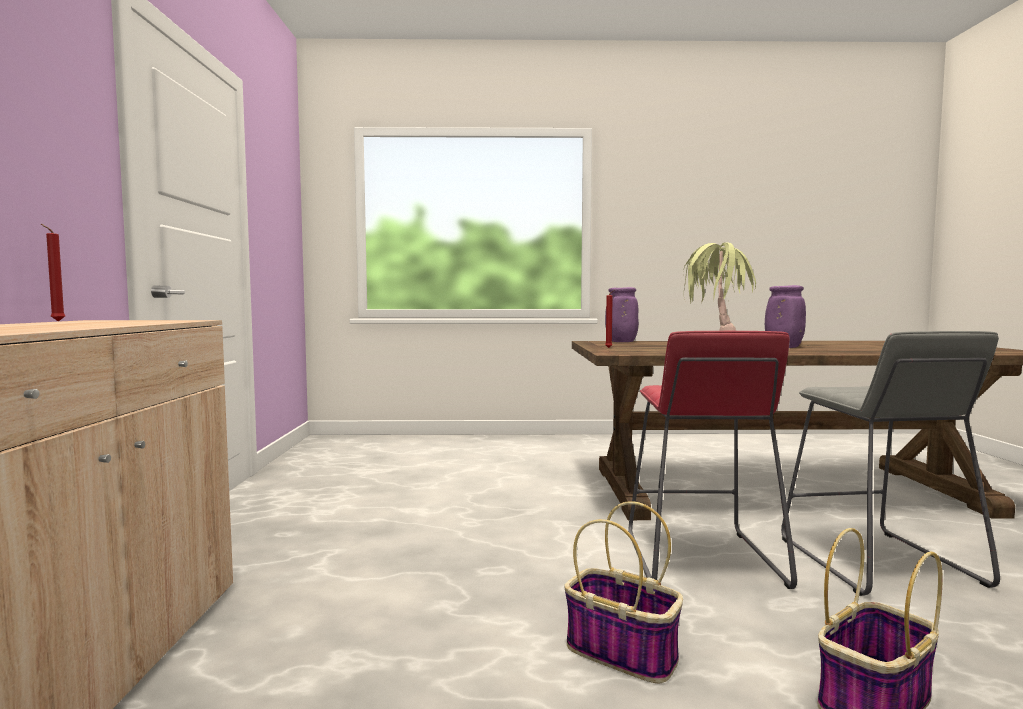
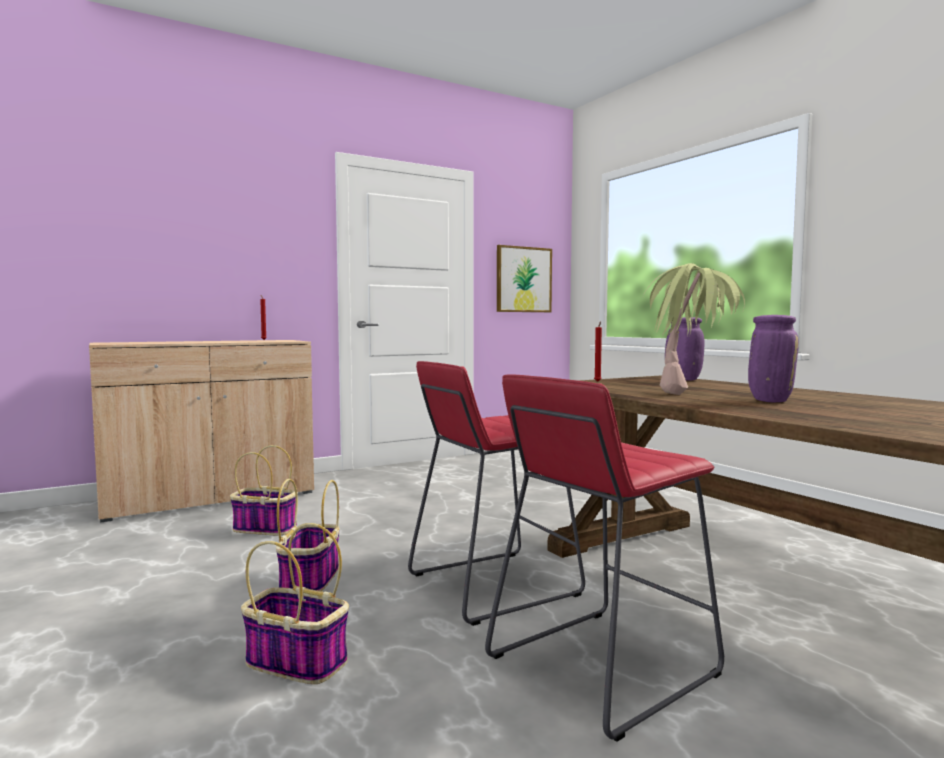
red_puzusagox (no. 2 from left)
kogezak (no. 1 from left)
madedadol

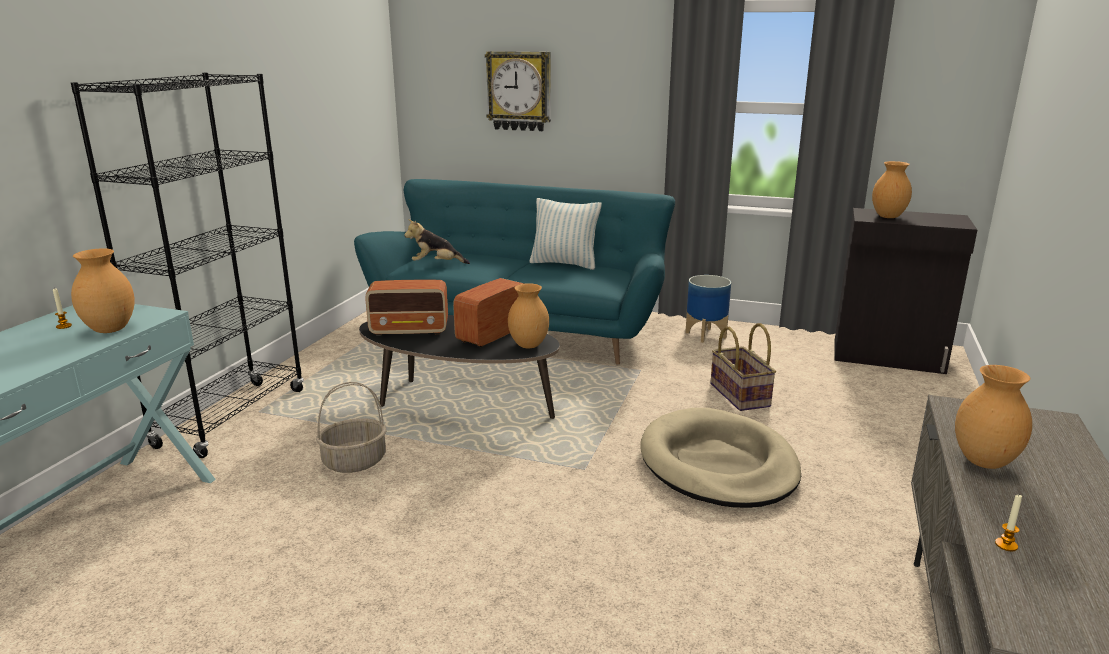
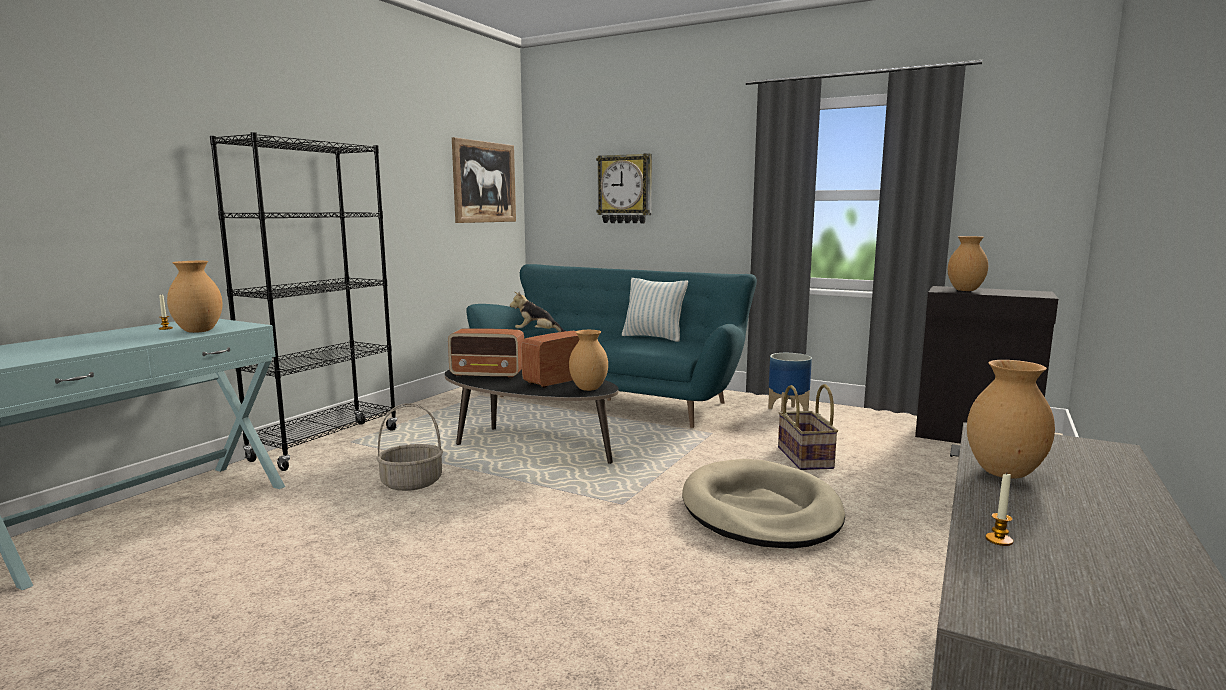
madedadol

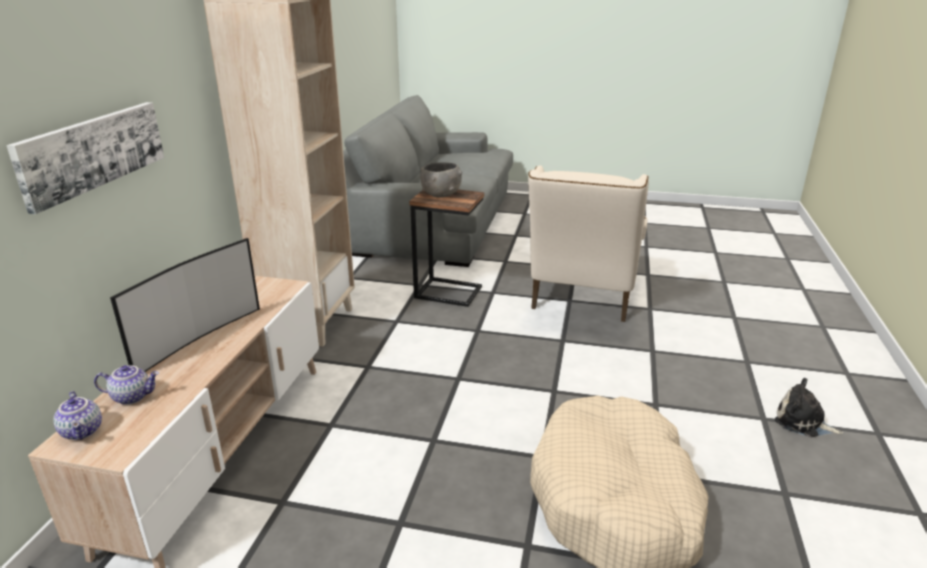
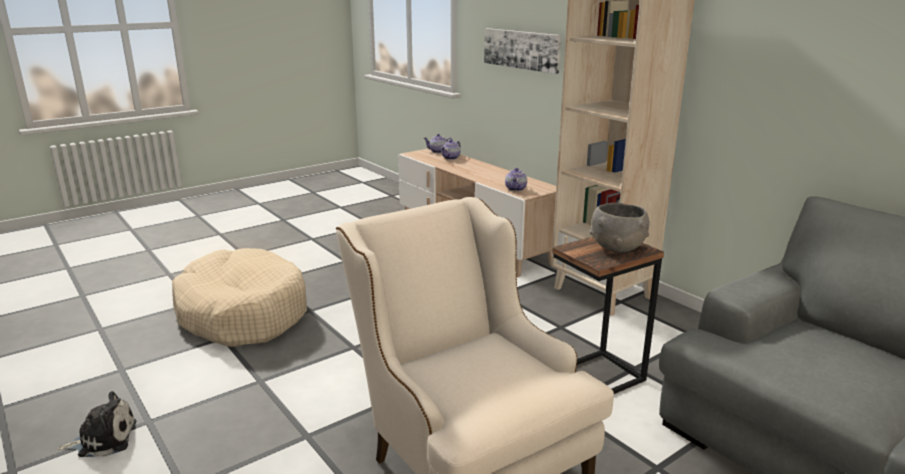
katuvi
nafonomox (no. 3 from left)

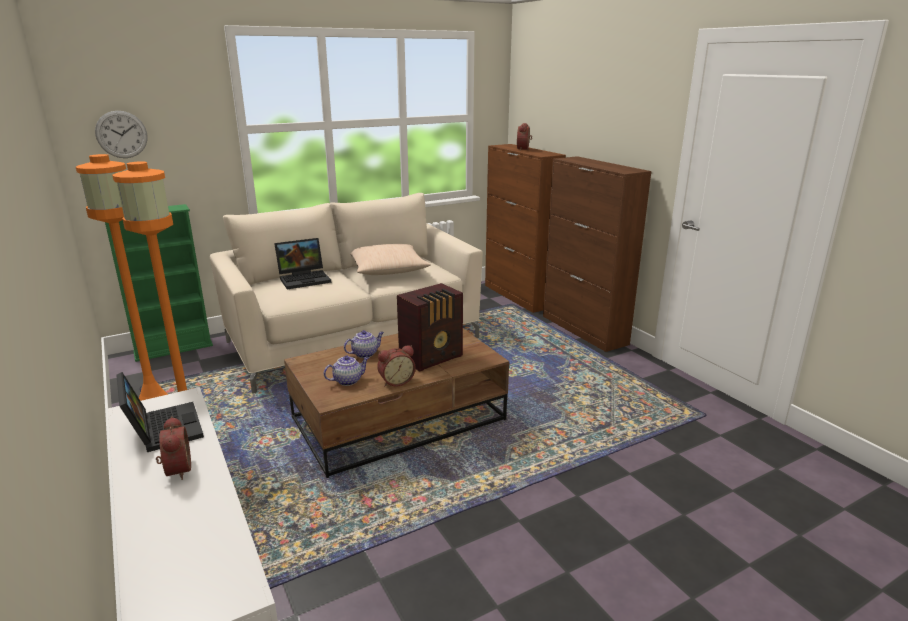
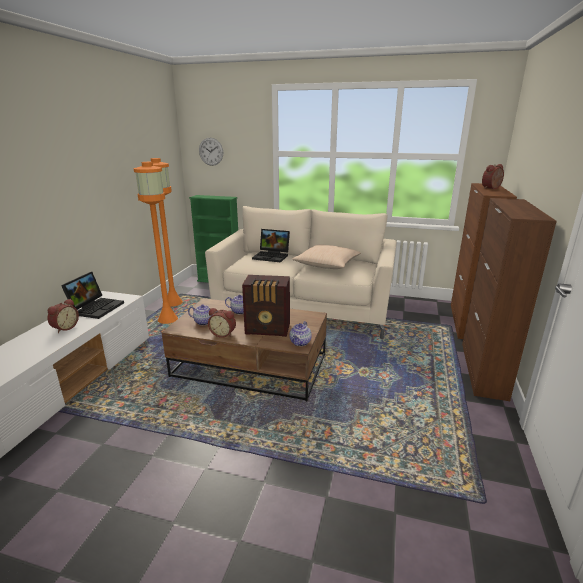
nafonomox (no. 3 from left)

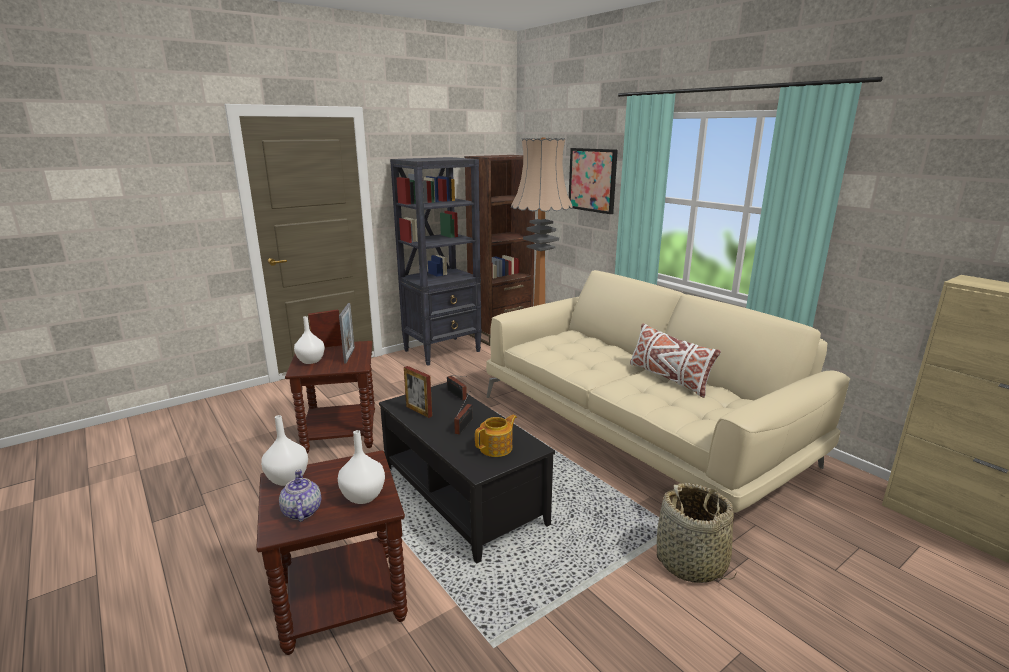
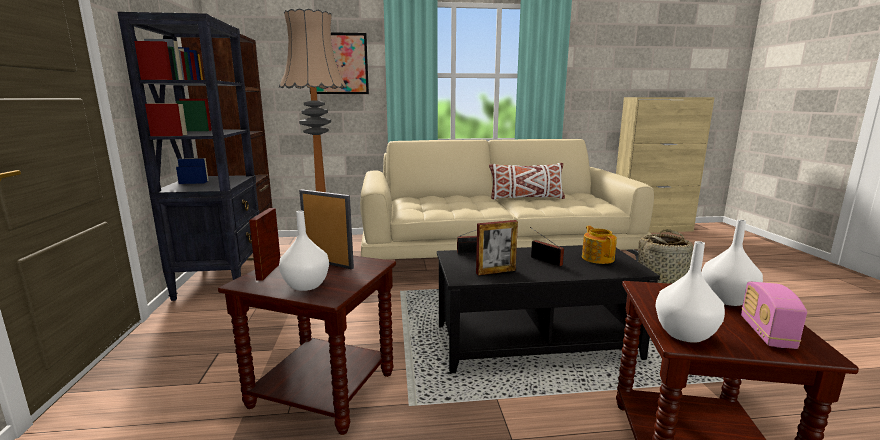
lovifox (no. 3 from left)

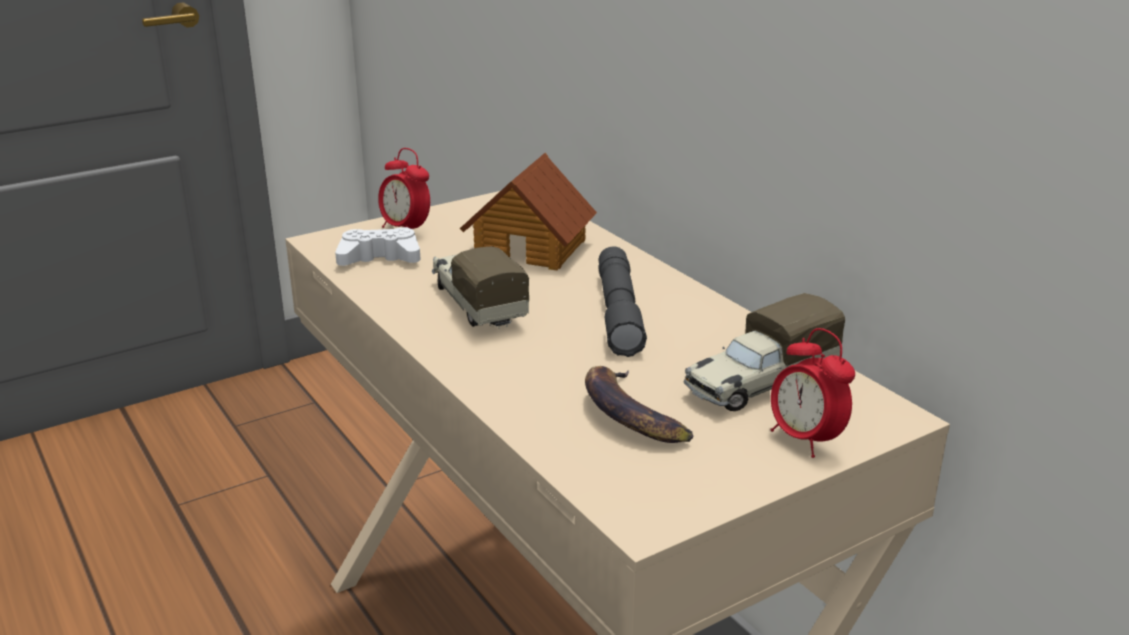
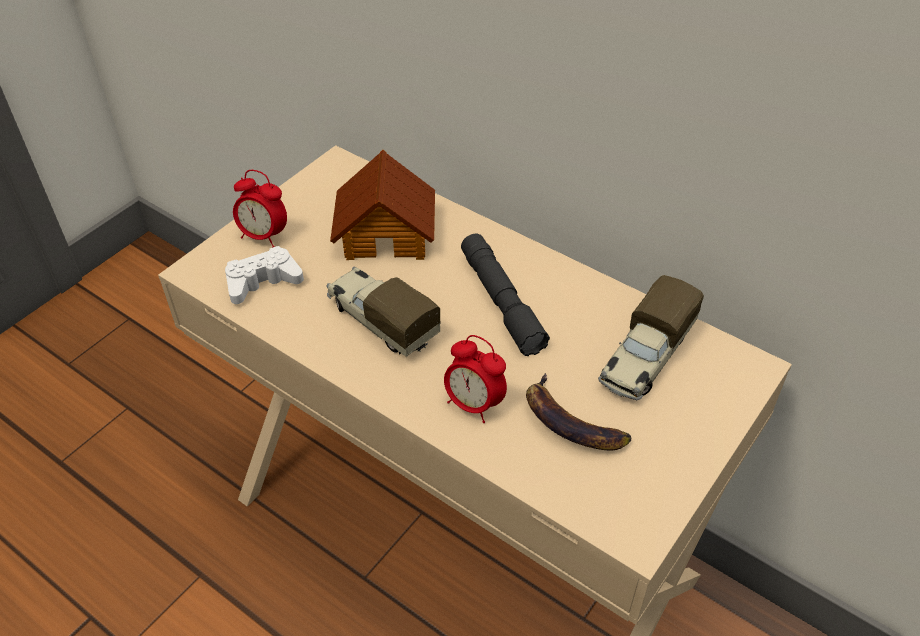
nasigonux (no. 2 from left)

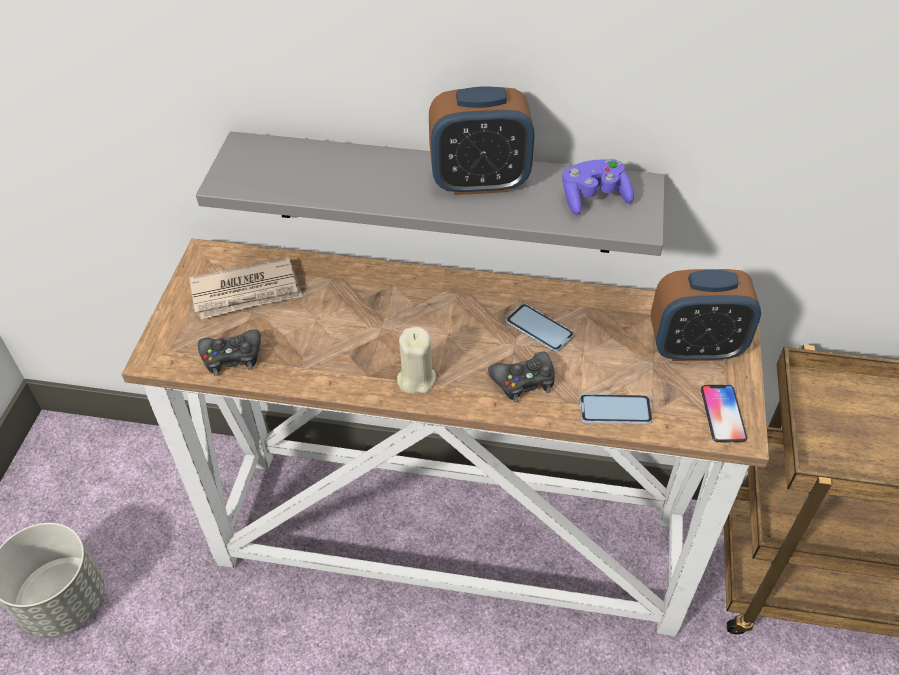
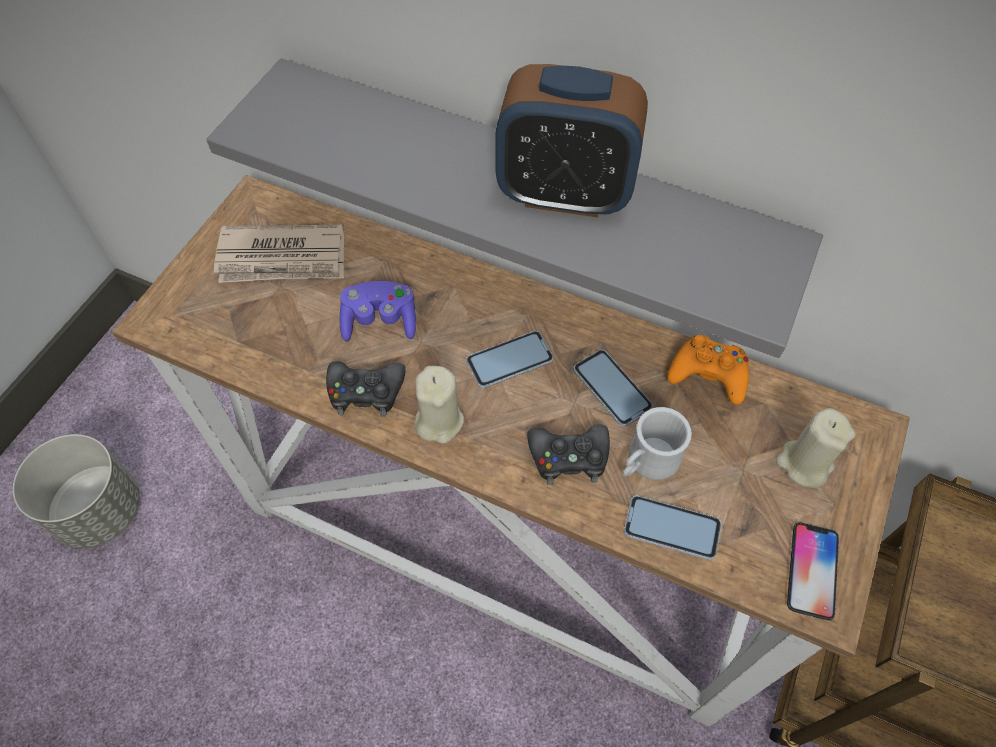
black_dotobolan (no. 1 from left)
purple_dotobolan
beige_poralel (no. 2 from left)
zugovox (no. 1 from left)
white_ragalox
orange_dotobolan

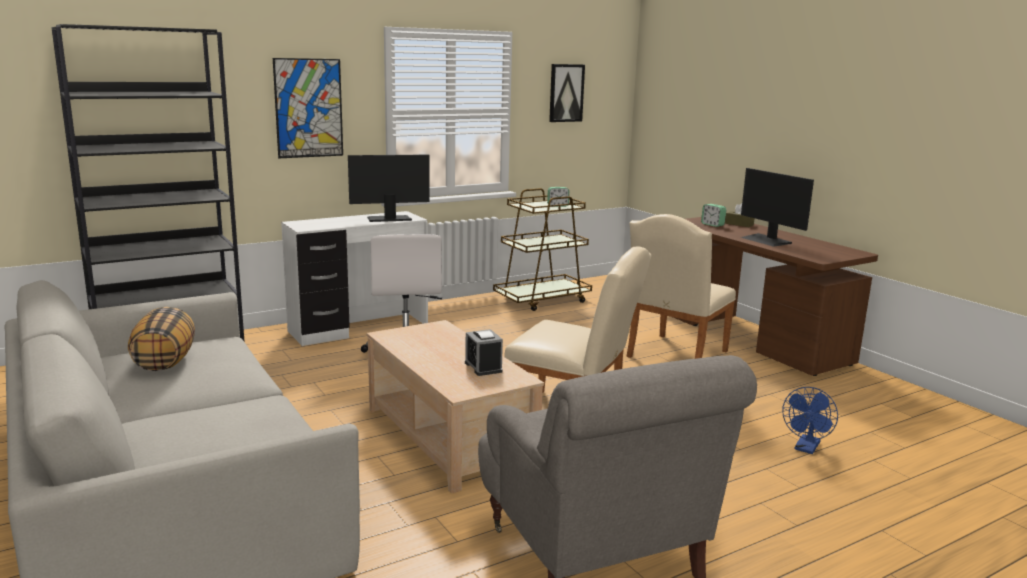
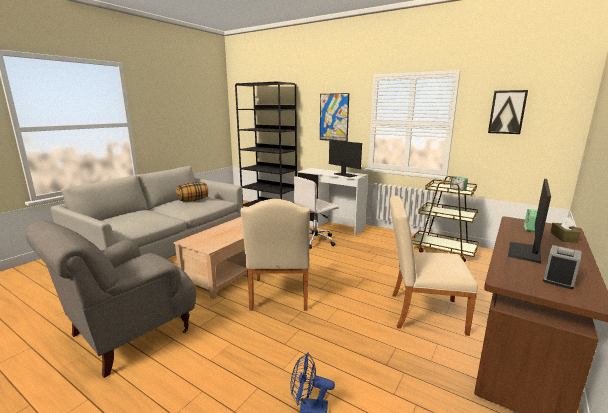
nasigonux (no. 3 from left)

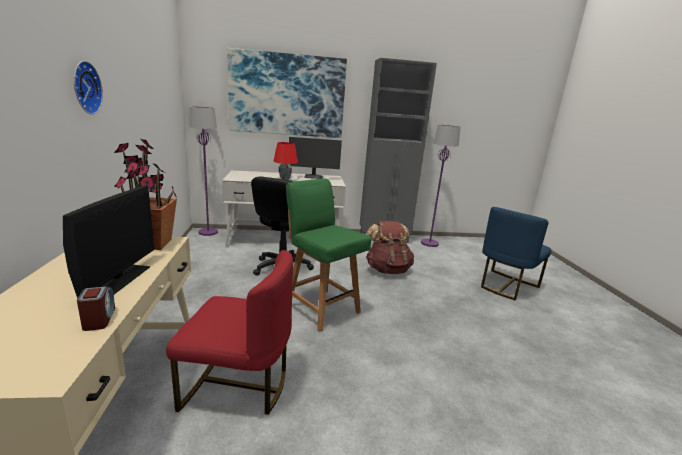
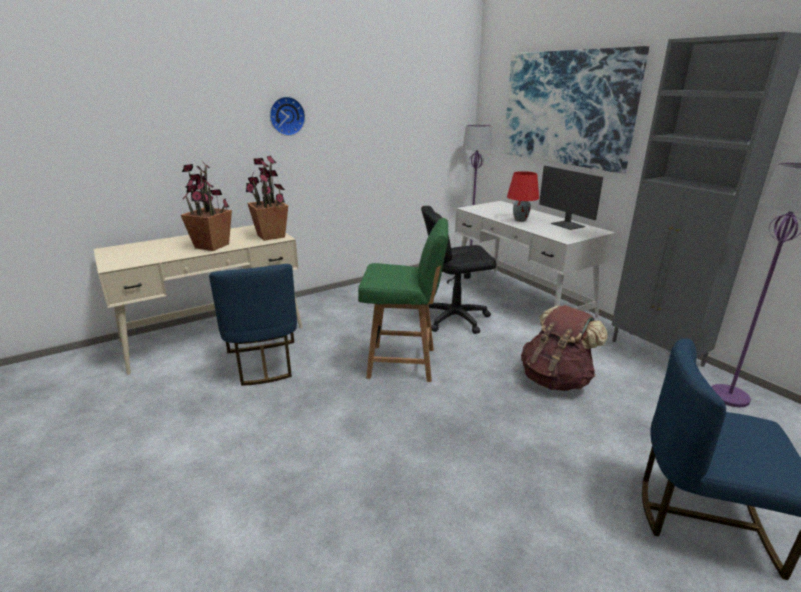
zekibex (no. 1 from left)
nasigonux
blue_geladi (no. 1 from left)
green_geladi

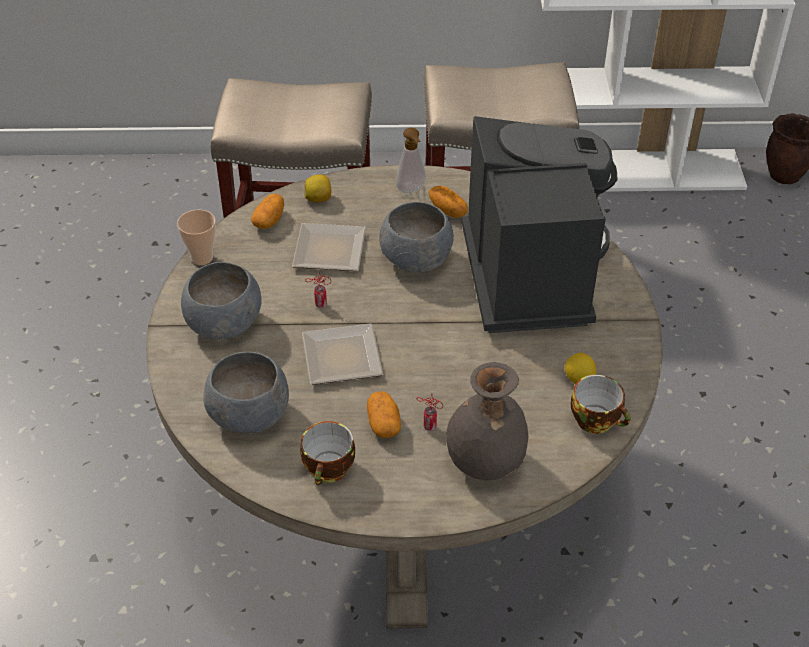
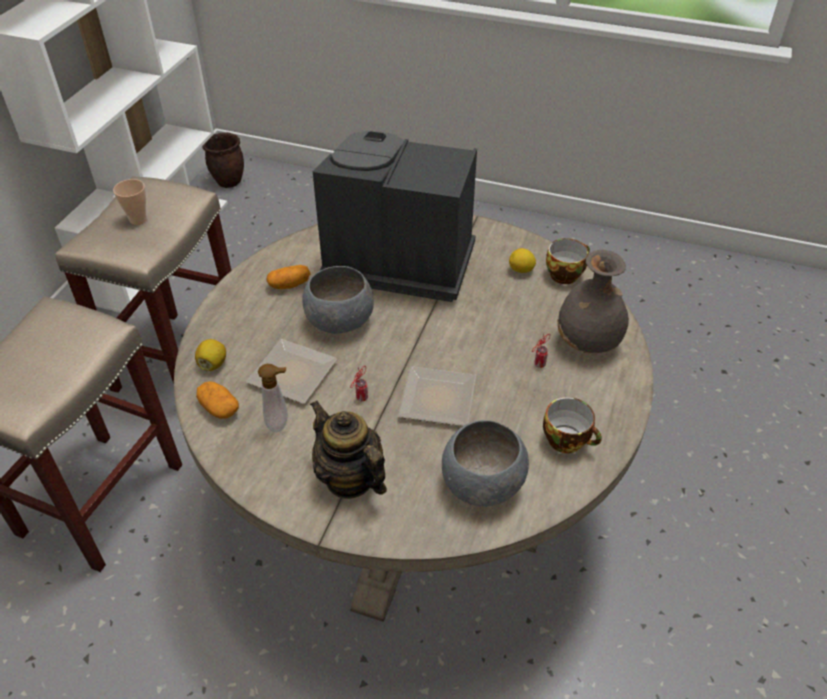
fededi (no. 1 from left)
nafonomox
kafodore (no. 2 from left in the first image)
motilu

